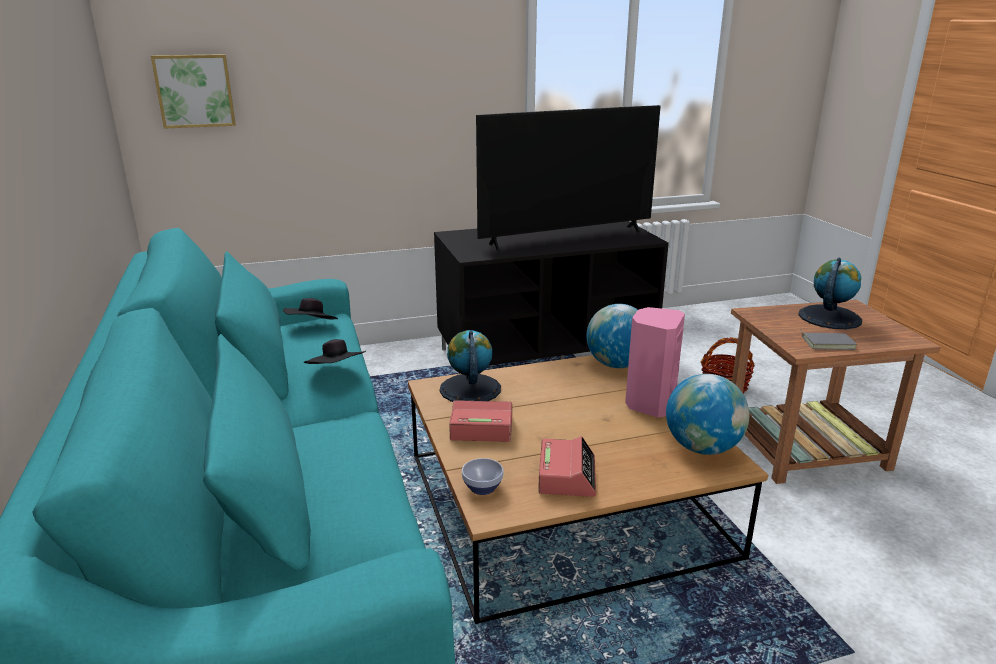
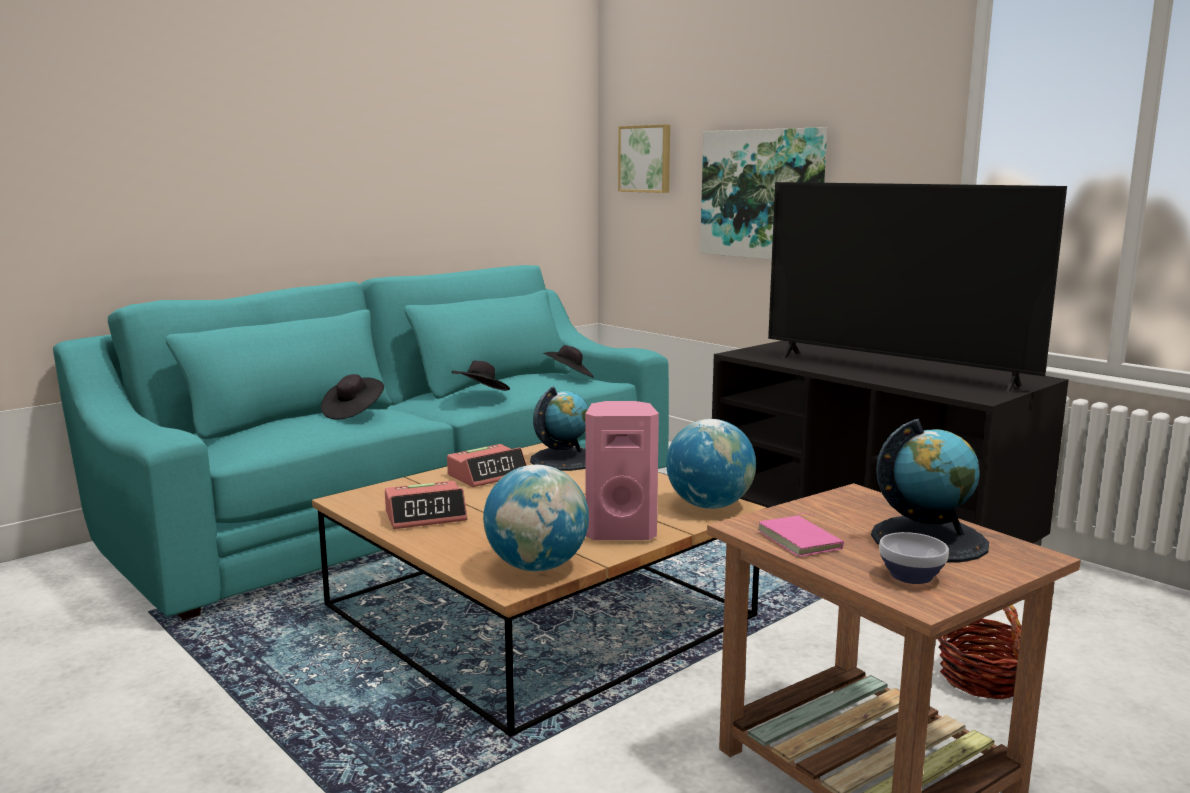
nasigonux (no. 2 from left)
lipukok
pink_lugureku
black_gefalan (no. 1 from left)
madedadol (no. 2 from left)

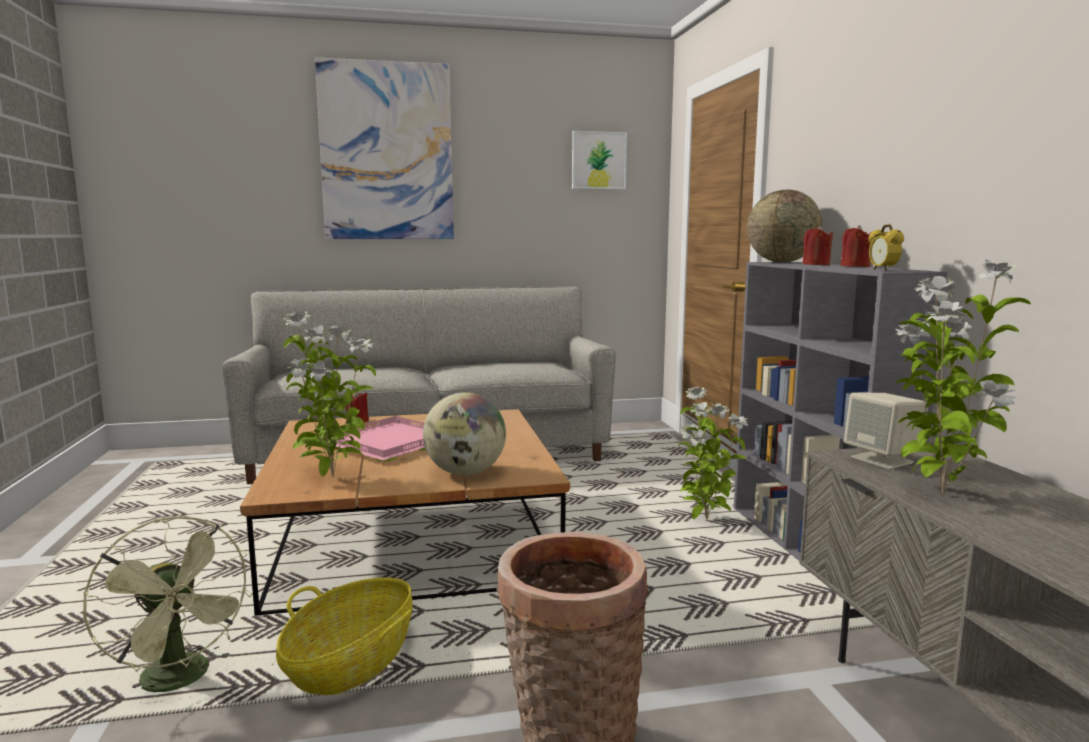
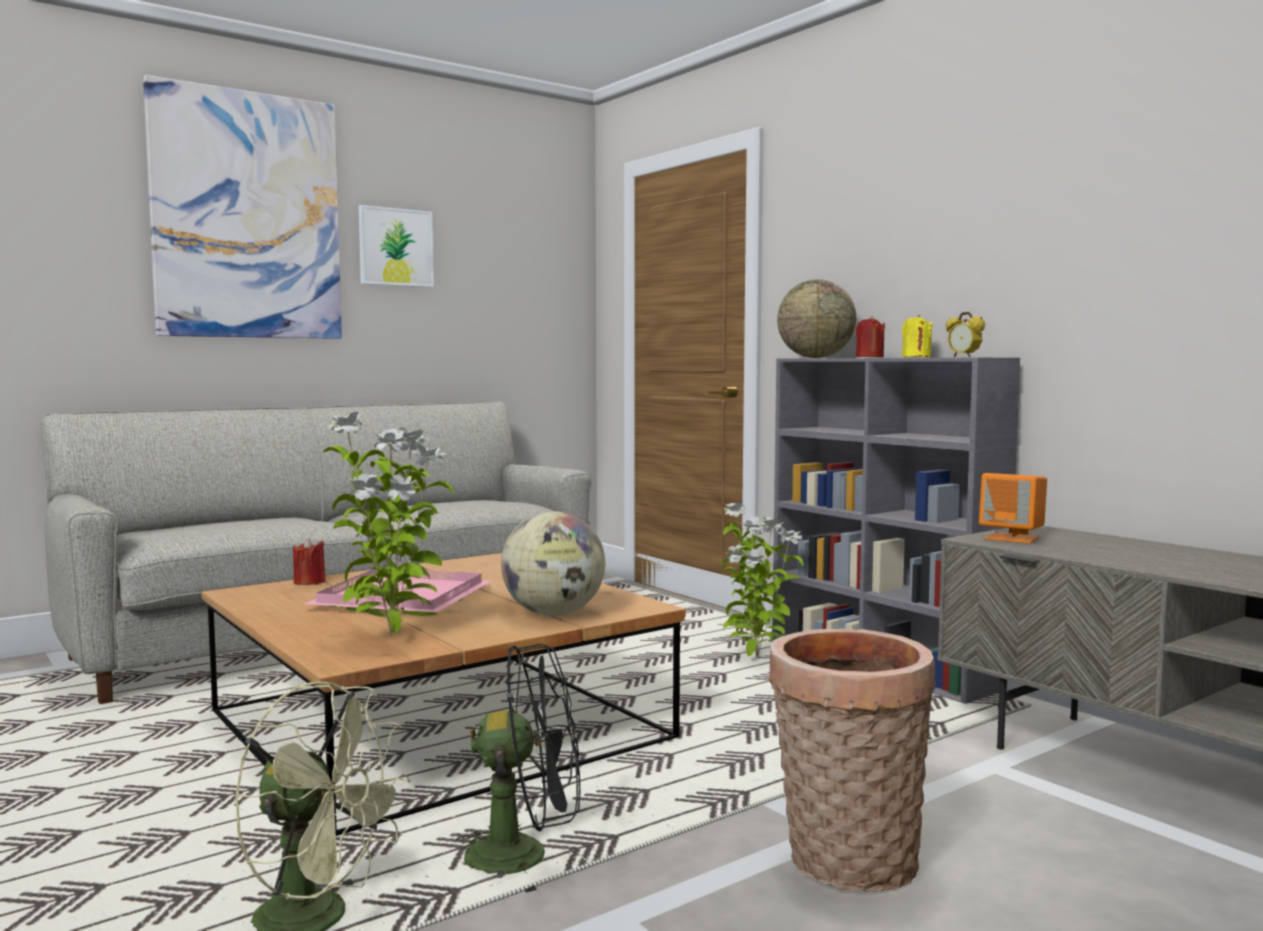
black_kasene
madedadol (no. 2 from left)
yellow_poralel
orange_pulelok
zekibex (no. 3 from left in the first image)

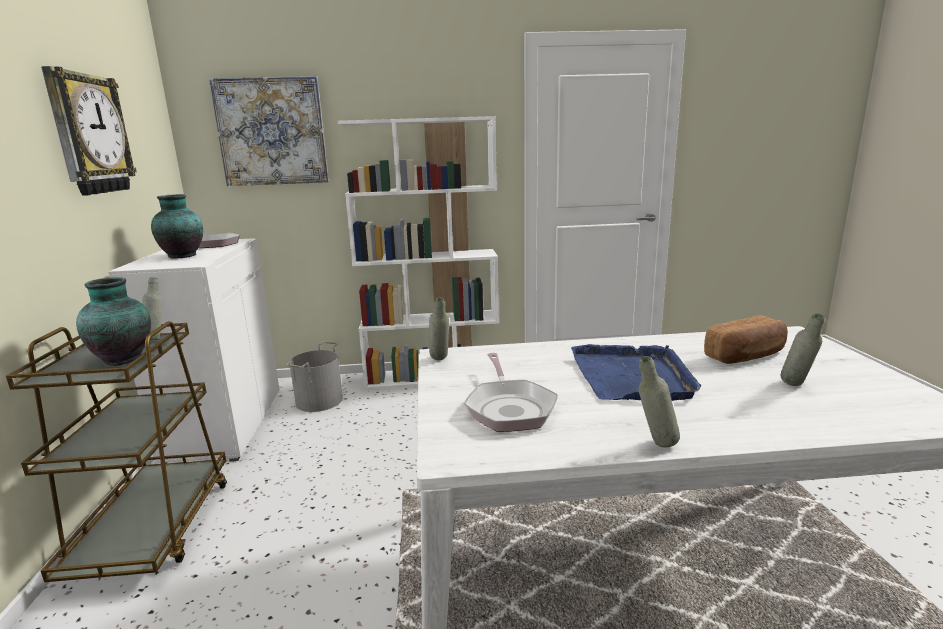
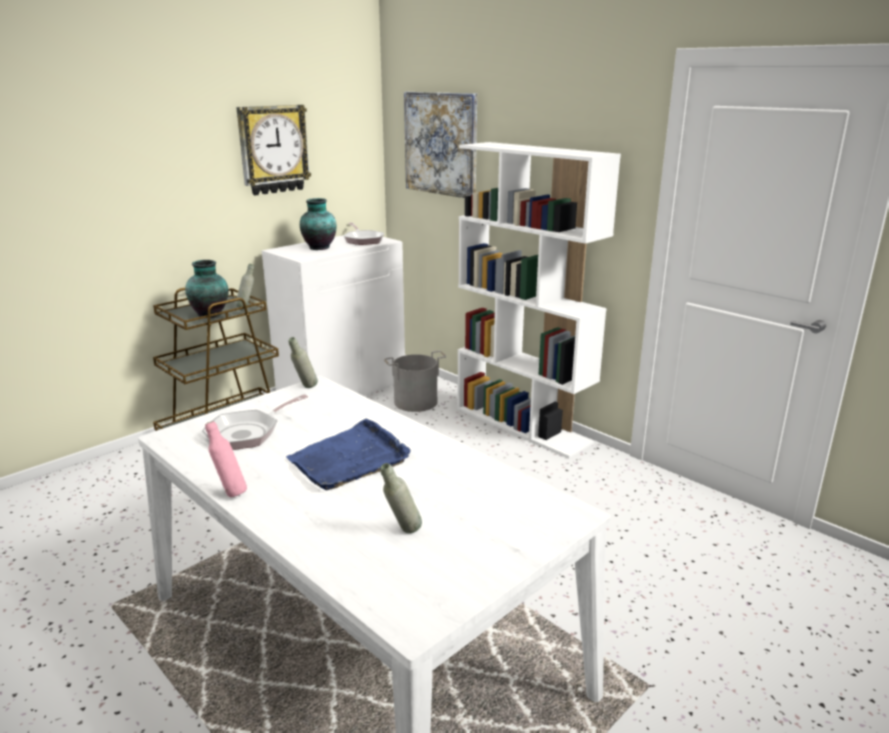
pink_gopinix
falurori

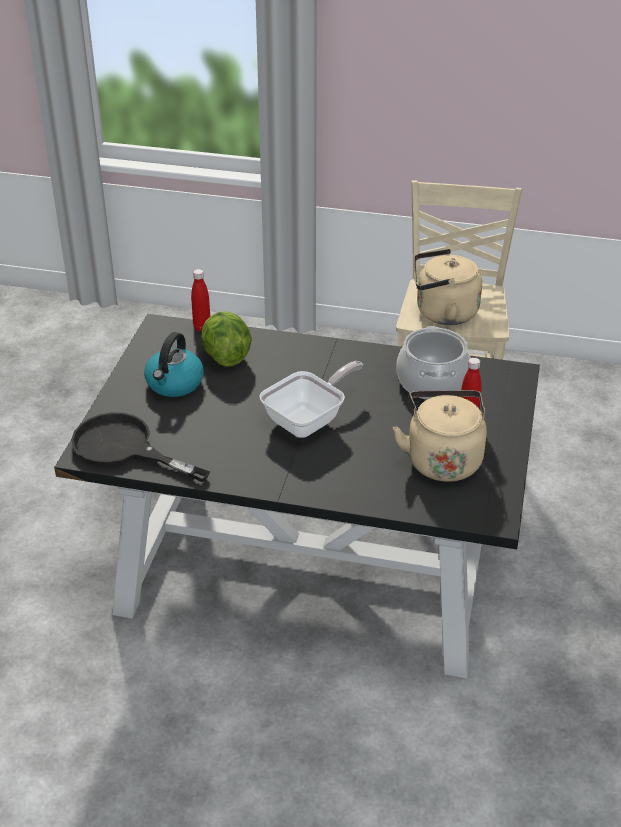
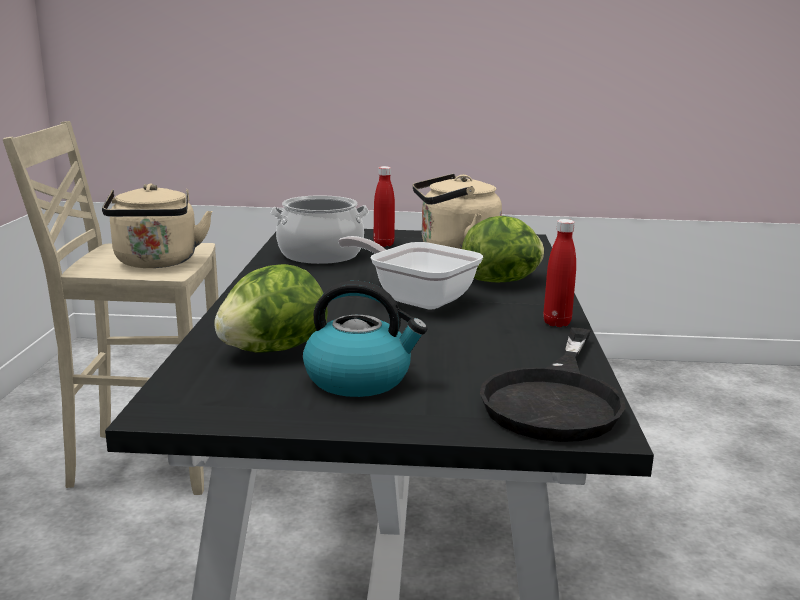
red_gopinix (no. 2 from left)
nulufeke (no. 2 from left)

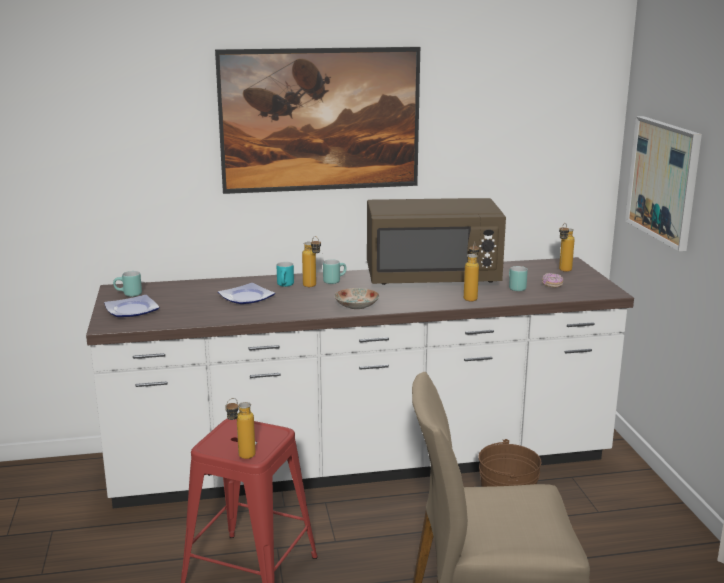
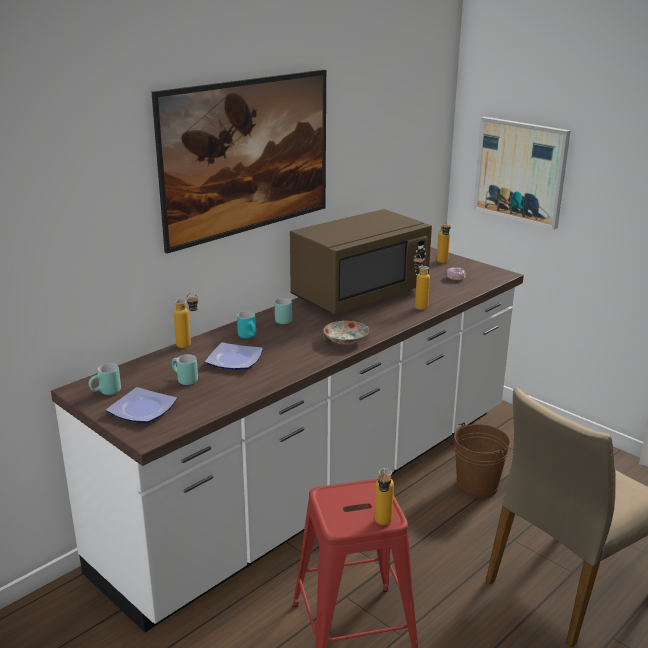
gopinix (no. 1 from left)
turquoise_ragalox (no. 2 from left)

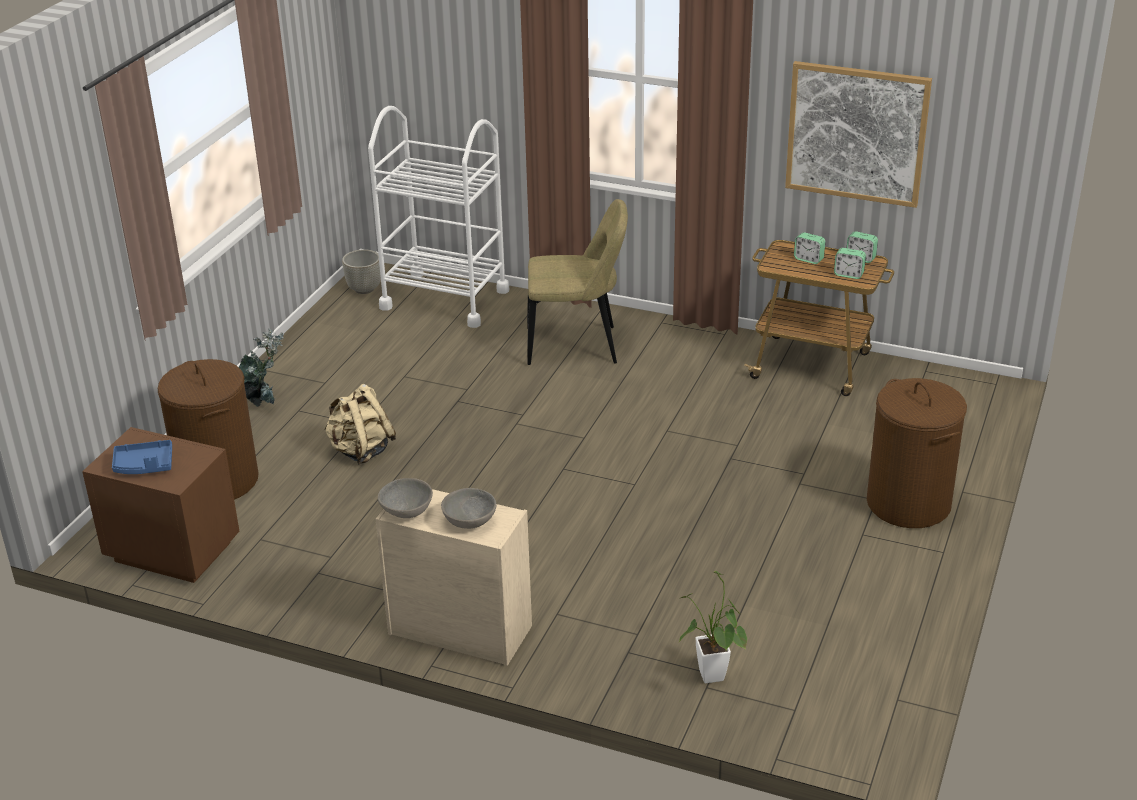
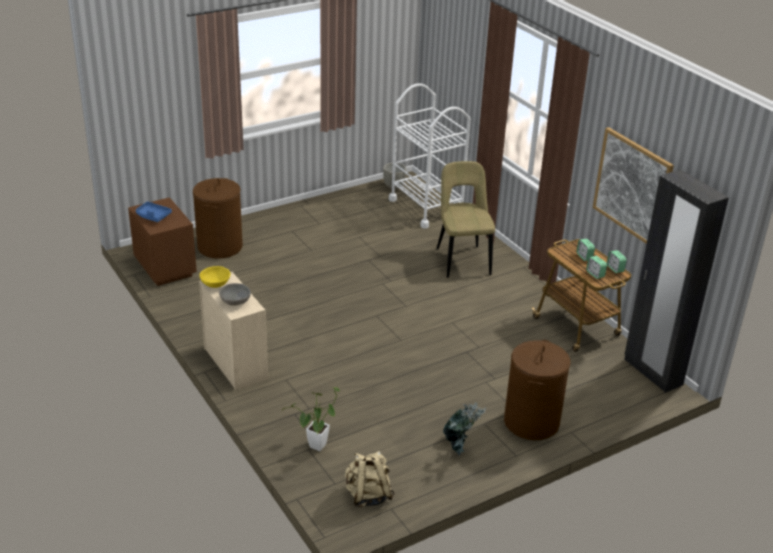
zekibex (no. 2 from left)
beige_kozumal
yellow_lipukok
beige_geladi
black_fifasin

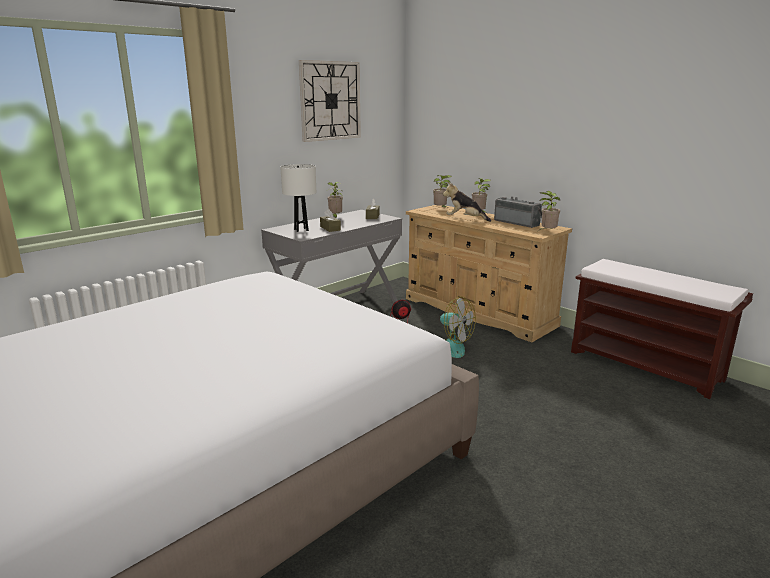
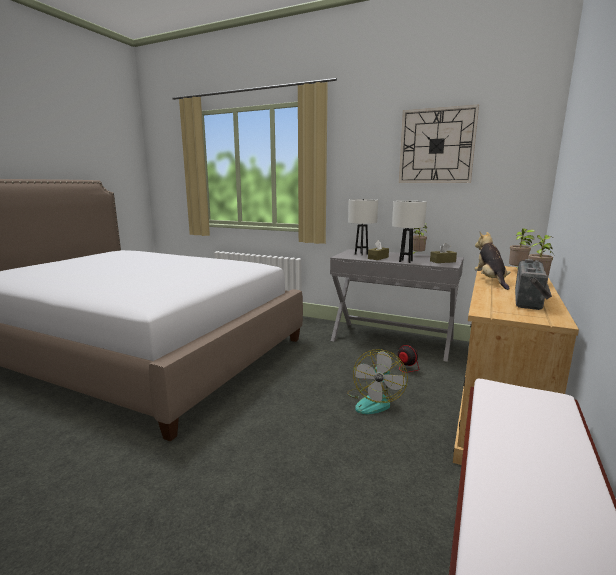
zekibex (no. 4 from left in the first image)
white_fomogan (no. 2 from left)

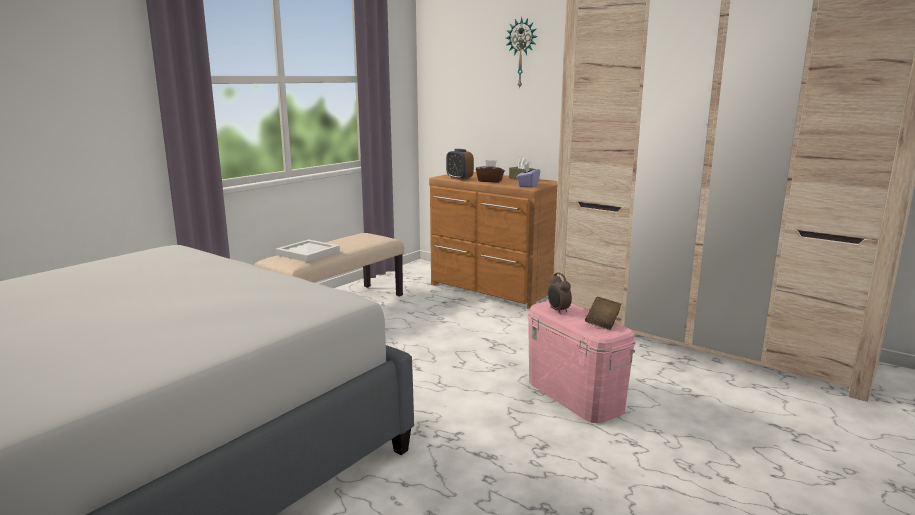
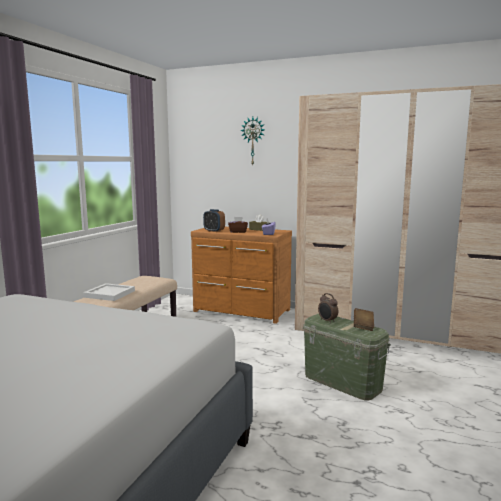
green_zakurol

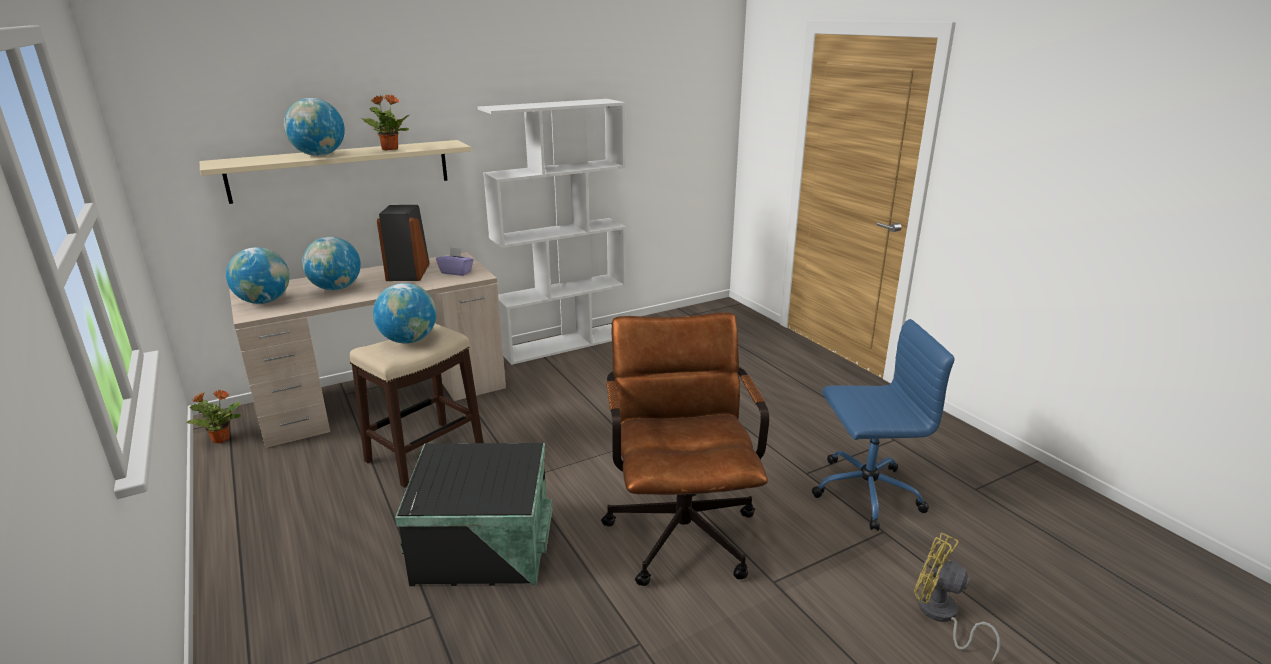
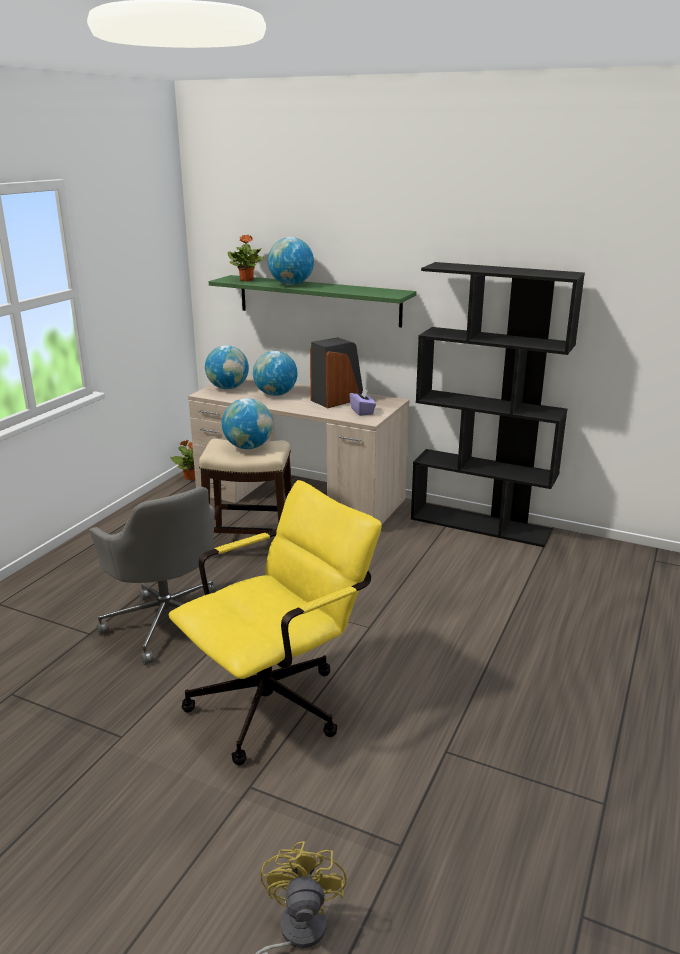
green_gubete
zekibex (no. 2 from left)
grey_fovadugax
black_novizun
yellow_fovadugax
blue_fovadugax

